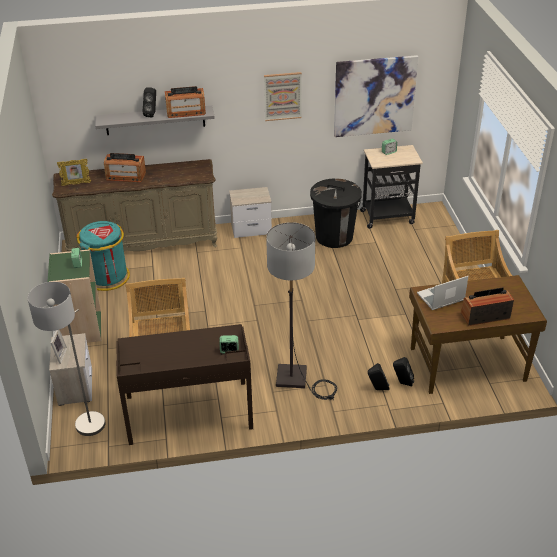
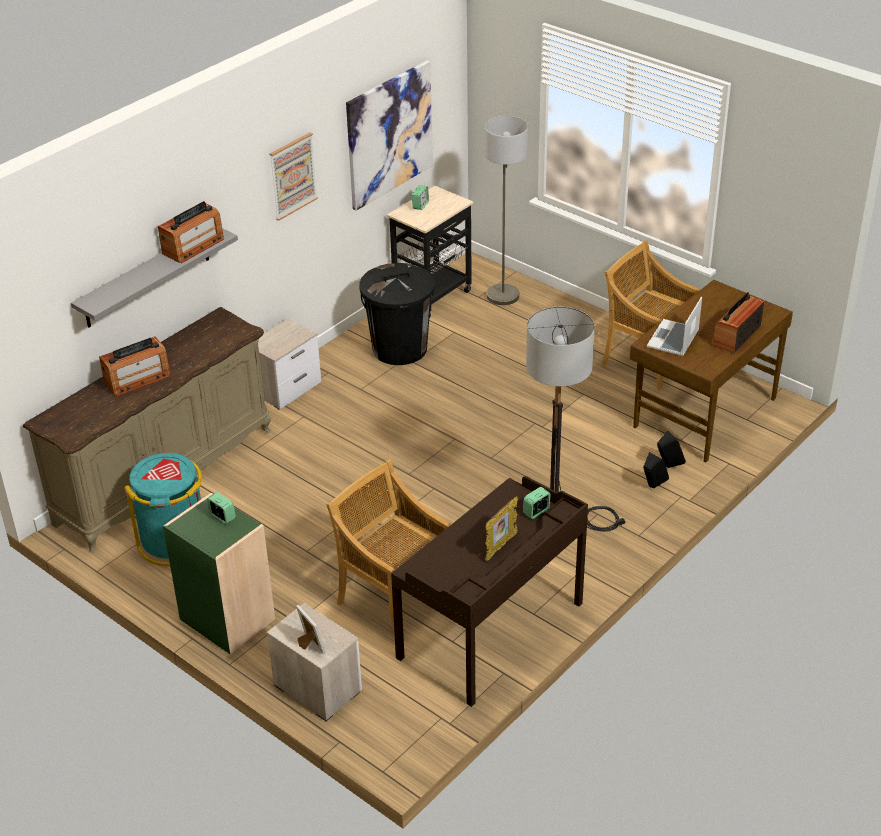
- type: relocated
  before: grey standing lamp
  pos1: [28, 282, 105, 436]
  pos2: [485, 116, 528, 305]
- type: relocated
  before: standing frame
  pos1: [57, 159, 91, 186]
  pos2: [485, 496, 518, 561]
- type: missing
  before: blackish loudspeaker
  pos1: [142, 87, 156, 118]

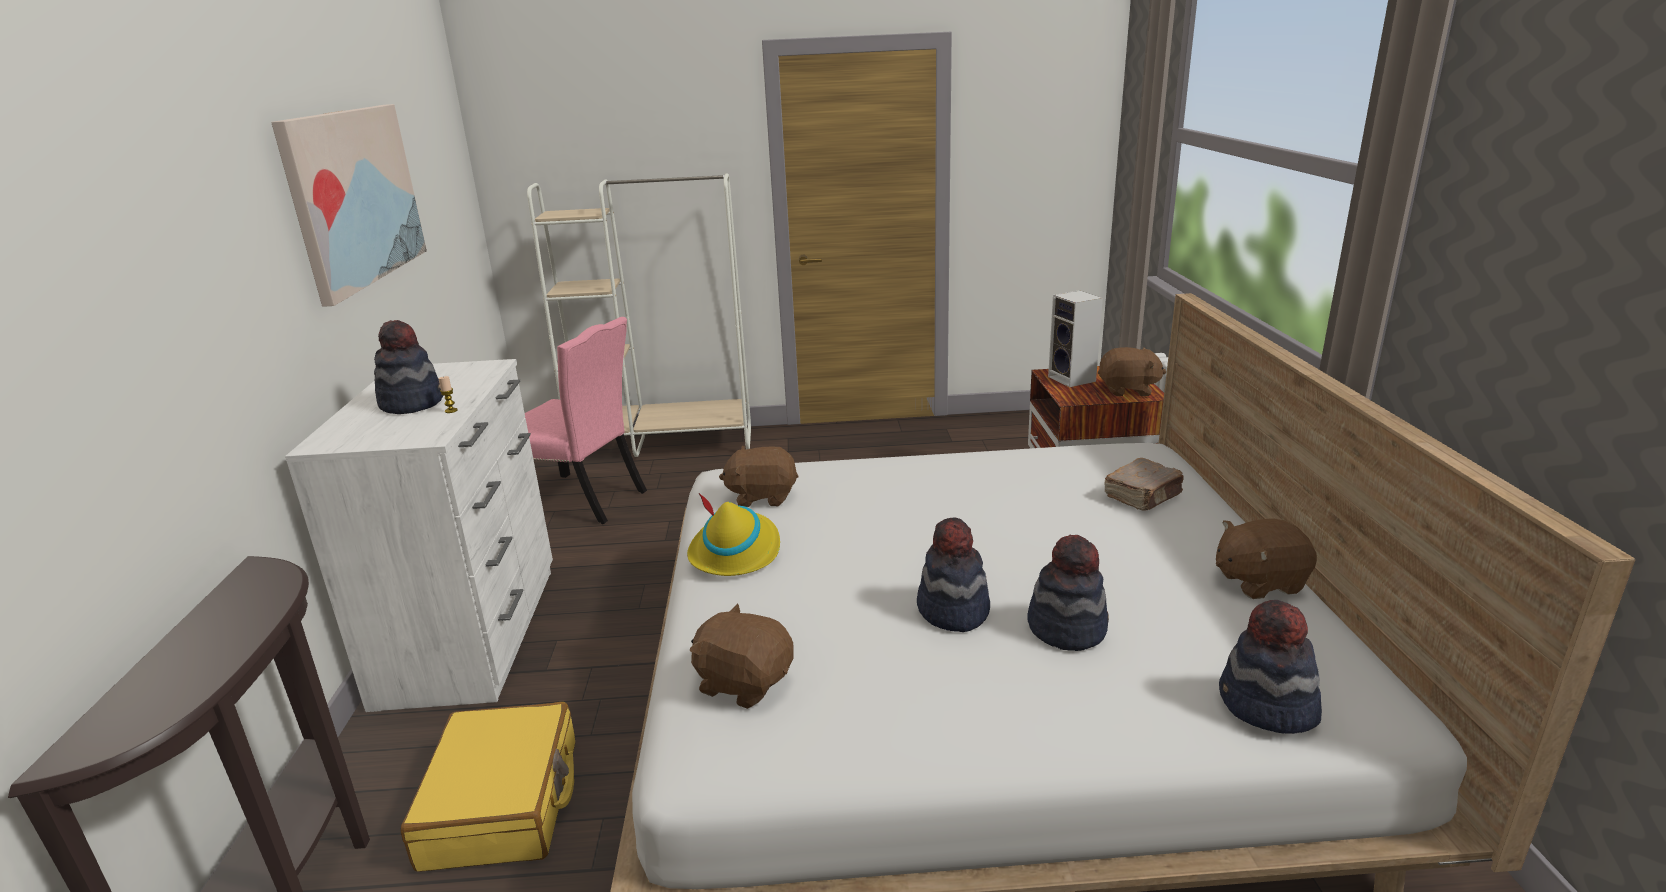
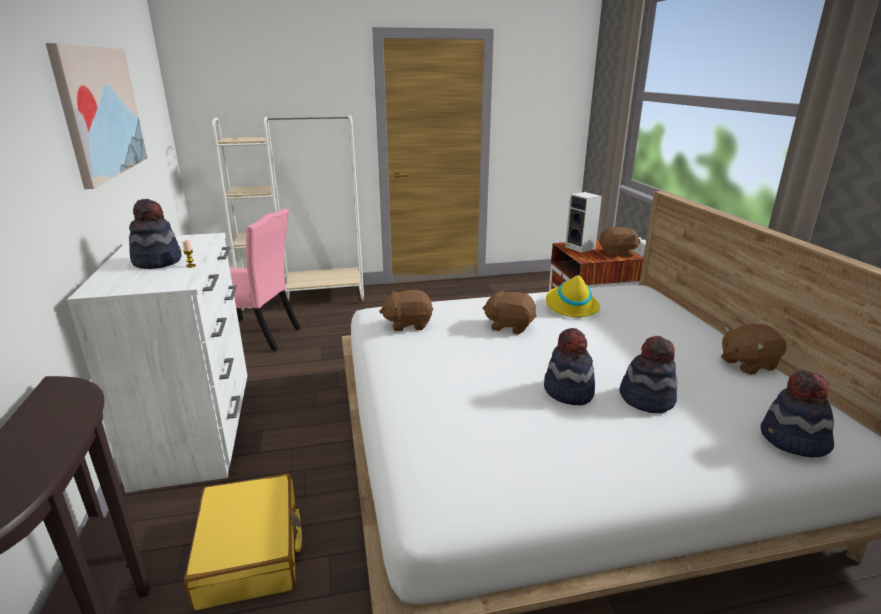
- type: relocated
  before: brownish cuddly toy
  pos1: [690, 603, 794, 709]
  pos2: [483, 289, 537, 334]
- type: relocated
  before: yellow clothing hat
  pos1: [687, 493, 780, 576]
  pos2: [546, 271, 600, 317]
- type: missing
  before: brownish bound book
  pos1: [1104, 458, 1184, 511]

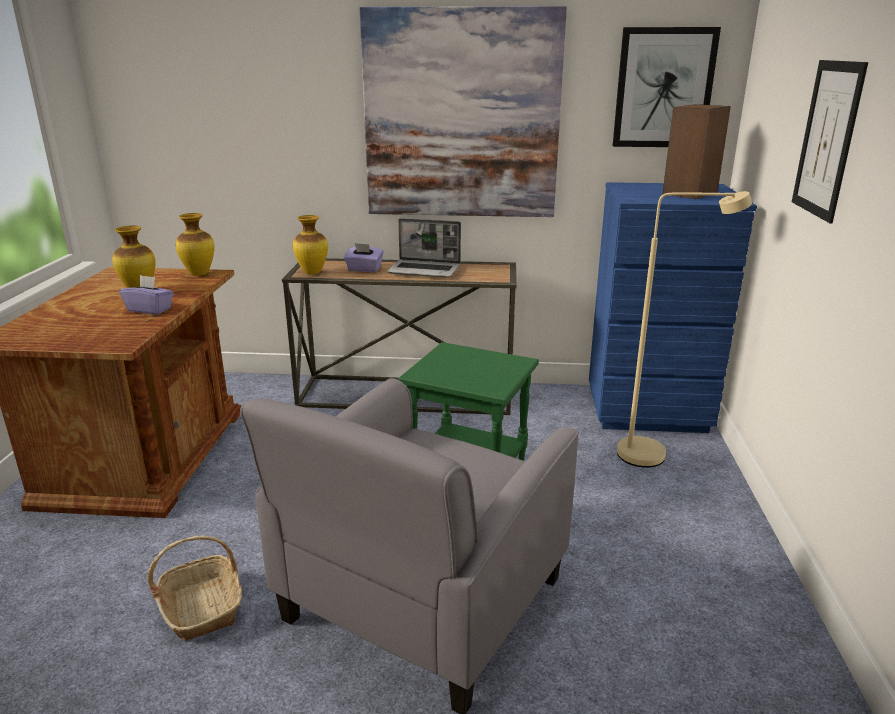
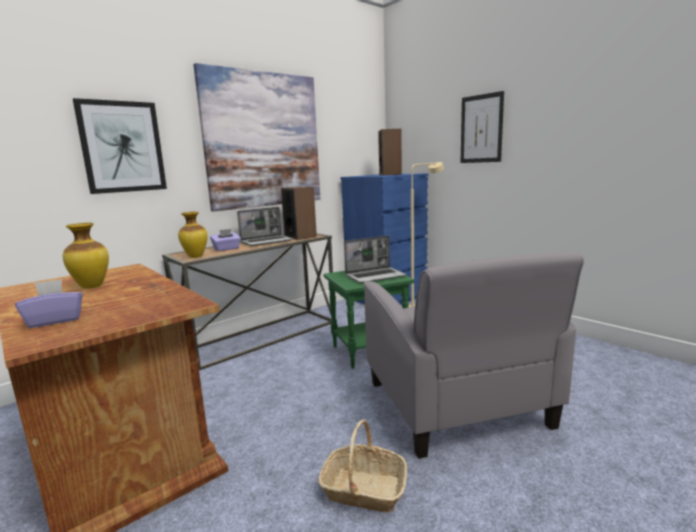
- type: relocated
  before: purplish tissue box
  pos1: [119, 275, 174, 315]
  pos2: [15, 279, 83, 328]
- type: relocated
  before: wall art
  pos1: [613, 27, 721, 147]
  pos2: [73, 98, 167, 194]
- type: appeared
  after: loudspeaker
  pos2: [281, 187, 317, 240]
- type: appeared
  after: portable computer
  pos2: [344, 236, 406, 283]
- type: missing
  before: flower vase
  pos1: [176, 213, 215, 276]

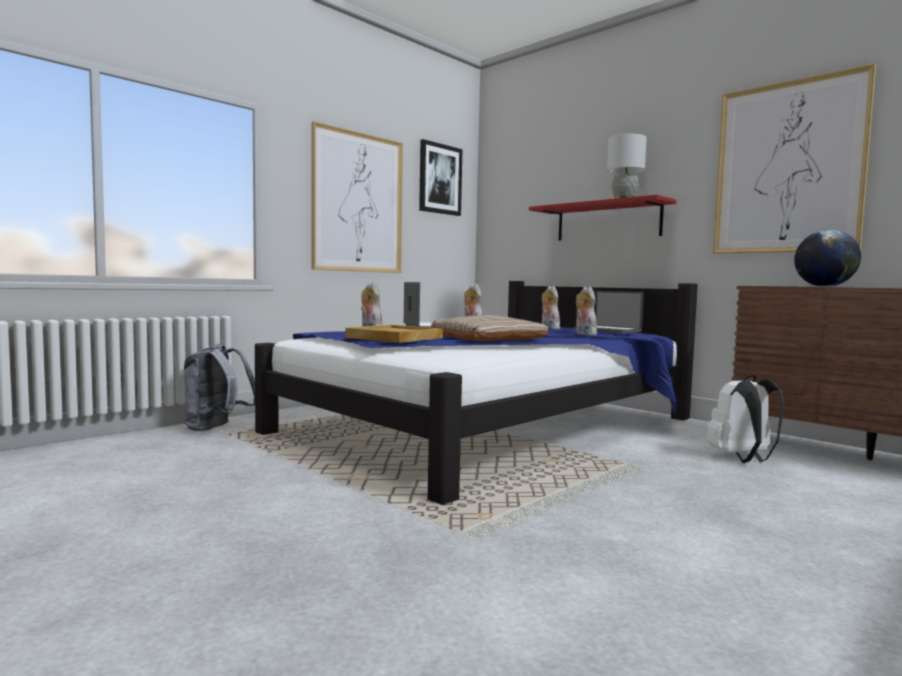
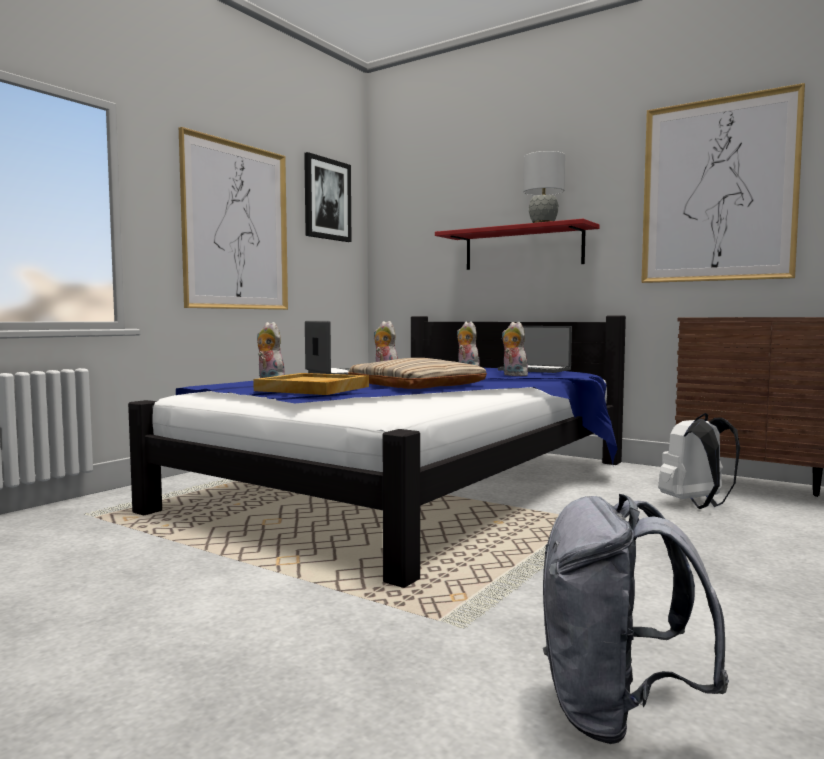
- type: relocated
  before: grey backpack
  pos1: [183, 344, 255, 431]
  pos2: [543, 494, 729, 744]
- type: missing
  before: globe
  pos1: [794, 230, 861, 287]

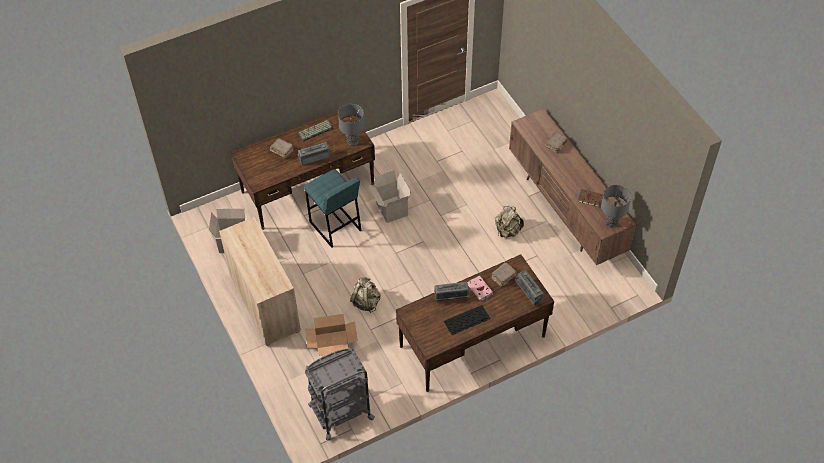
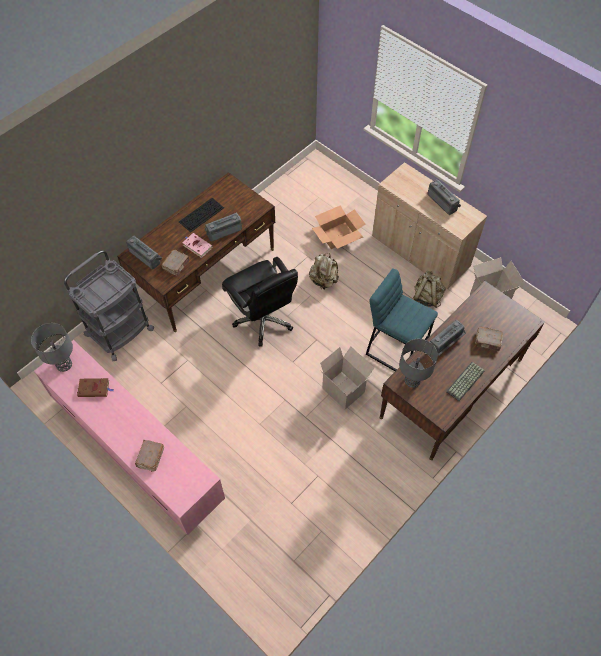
- type: colour
  before: brownish storage cabinet
  after: pink-coloured storage cabinet
  pos1: [509, 109, 636, 265]
  pos2: [34, 340, 225, 535]
- type: relocated
  before: grey trolley
  pos1: [305, 347, 375, 440]
  pos2: [64, 250, 154, 361]
- type: appeared
  after: blackish computer chair
  pos2: [222, 257, 298, 346]
- type: relocated
  before: beige backpack
  pos1: [495, 206, 524, 238]
  pos2: [413, 271, 446, 308]
- type: appeared
  after: radio receiver
  pos2: [427, 179, 461, 215]

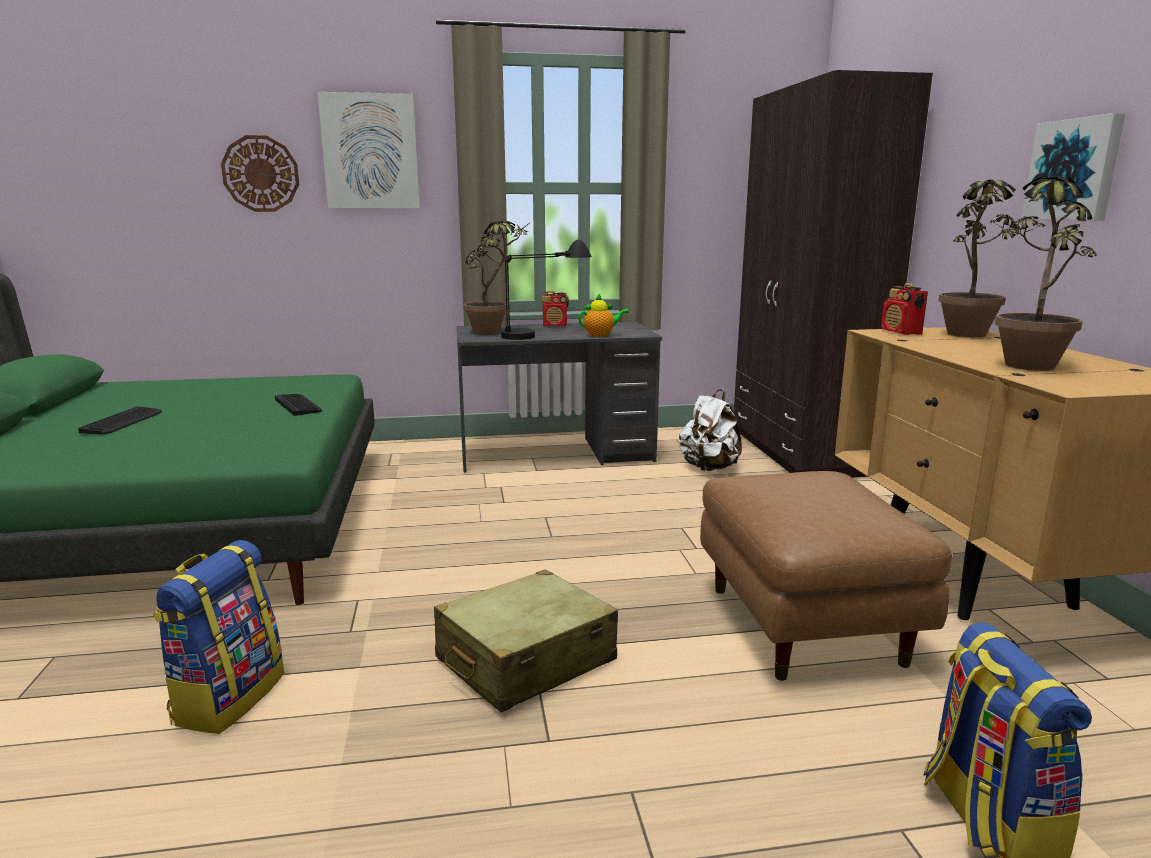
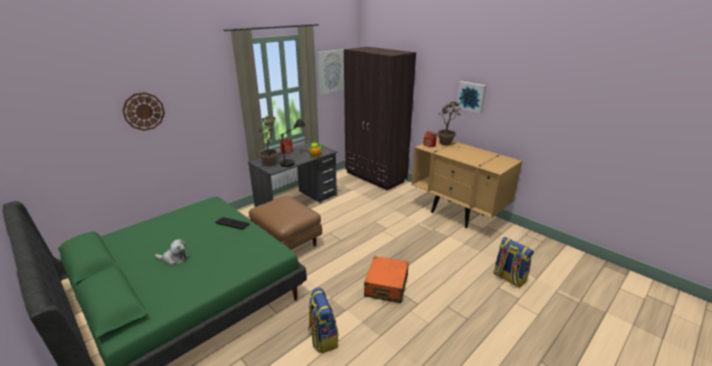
- type: exchanged
  before: keyboard
  after: cuddly toy
  pos1: [78, 406, 162, 434]
  pos2: [155, 239, 188, 266]
- type: relocated
  before: brownish ottoman
  pos1: [700, 471, 952, 681]
  pos2: [249, 196, 322, 250]
- type: relocated
  before: wall art
  pos1: [317, 92, 420, 208]
  pos2: [317, 49, 344, 95]
- type: colour
  before: beige suitcase
  after: orange-coloured suitcase
  pos1: [434, 570, 618, 713]
  pos2: [364, 256, 409, 303]
- type: missing
  before: white-coloured backpack
  pos1: [679, 389, 742, 471]
- type: missing
  before: houseplant
  pos1: [995, 176, 1097, 371]

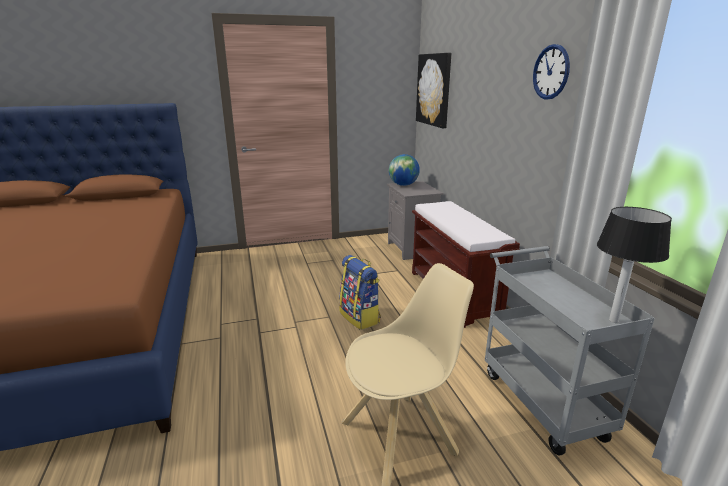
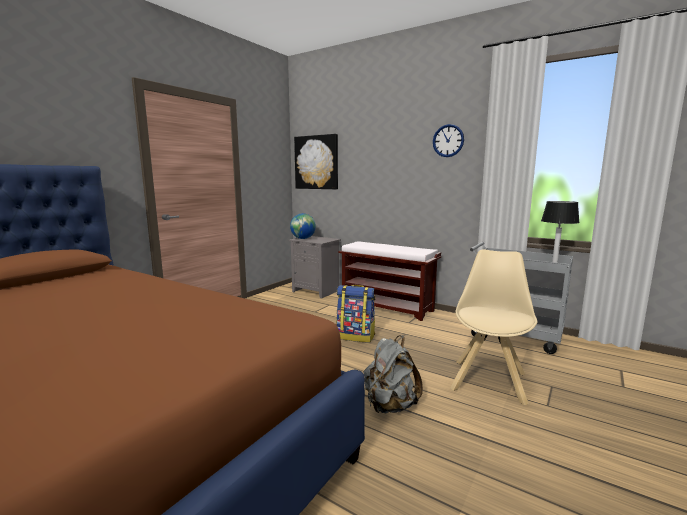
- type: appeared
  after: grey backpack
  pos2: [363, 335, 423, 413]

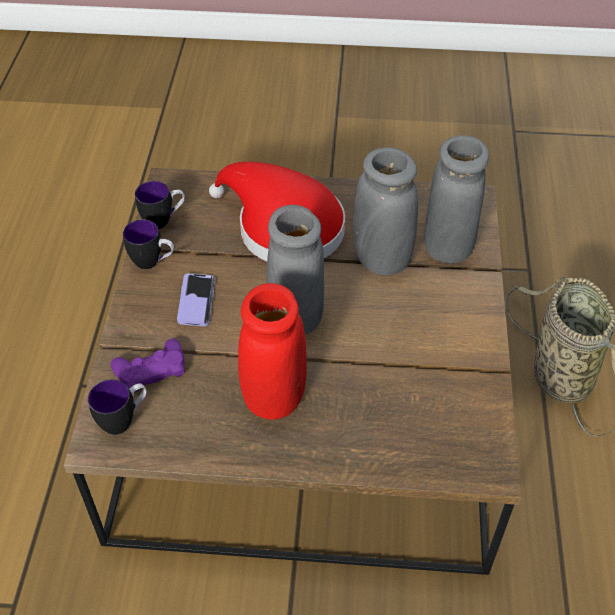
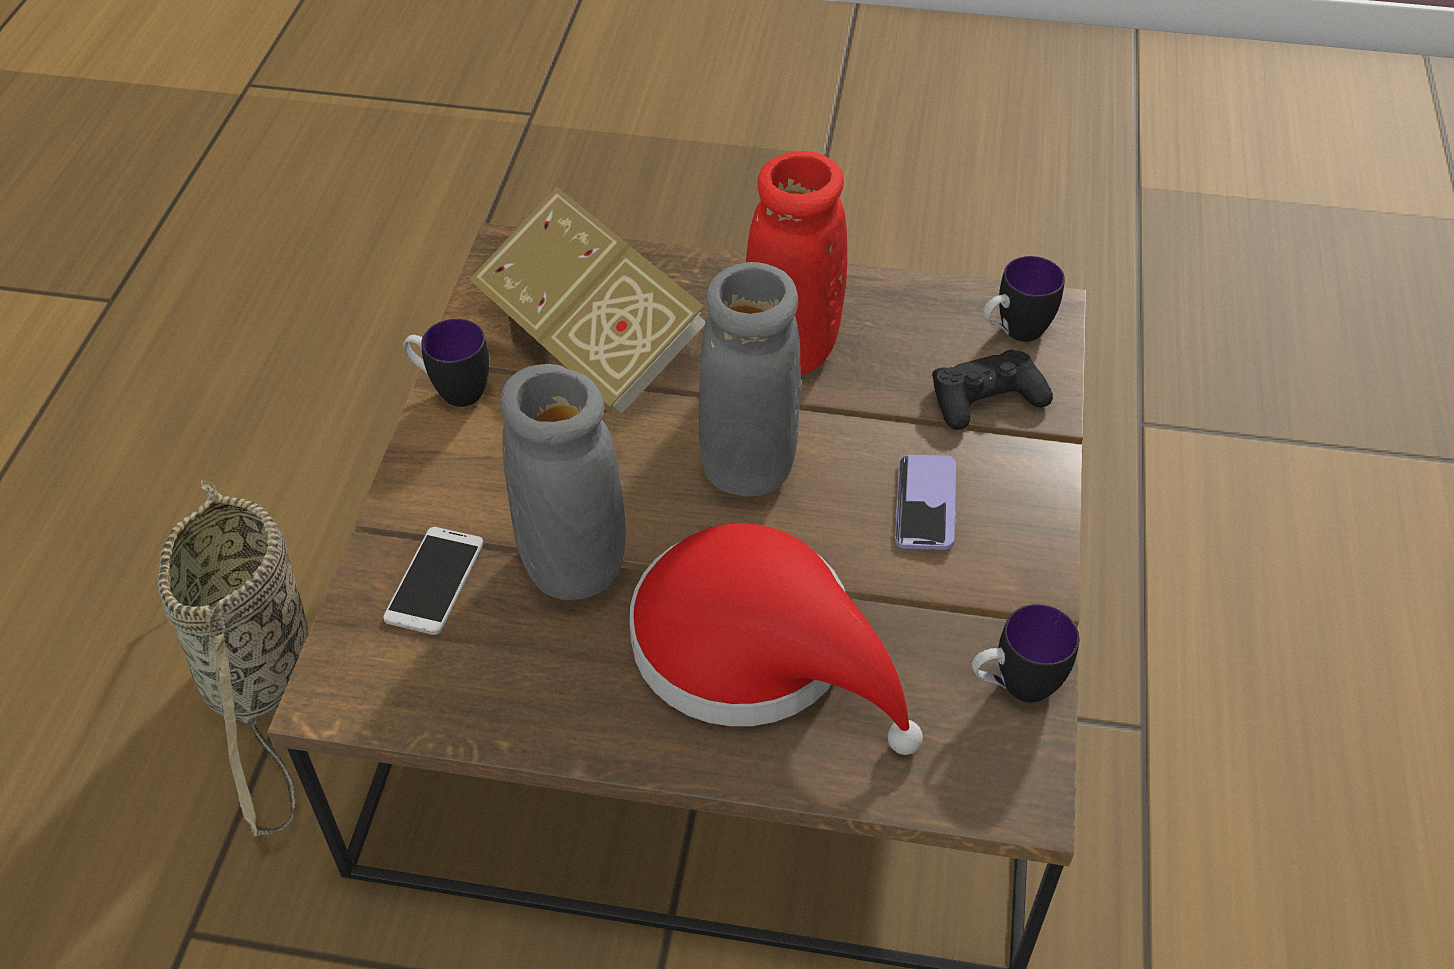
- type: exchanged
  before: grey flower vase
  after: telephone
  pos1: [424, 135, 489, 263]
  pos2: [383, 527, 483, 635]
- type: relocated
  before: tea mug
  pos1: [123, 219, 174, 269]
  pos2: [403, 319, 489, 407]
- type: appeared
  after: bound book
  pos2: [469, 187, 706, 414]
- type: colour
  before: purplish gamepad
  after: blackish gamepad
  pos1: [110, 339, 185, 393]
  pos2: [932, 350, 1053, 430]

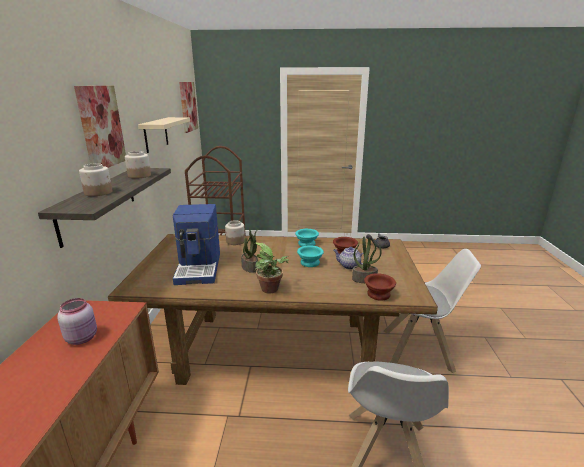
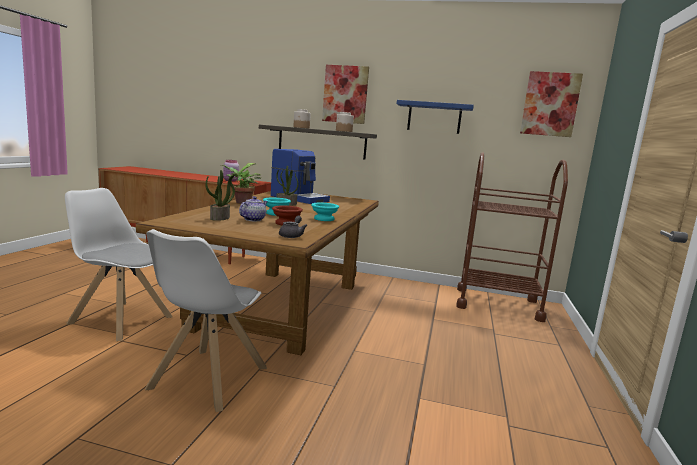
- type: spun
  before: coffee brewer
  pos1: [173, 204, 220, 285]
  pos2: [271, 149, 330, 204]
  turn: -150
- type: colour
  before: beige bracket shelf
  after: blue-coloured bracket shelf
  pos1: [138, 117, 190, 153]
  pos2: [397, 100, 474, 134]
- type: missing
  before: preserve jar
  pos1: [225, 220, 245, 245]
- type: missing
  before: brownish deep dish
  pos1: [364, 273, 396, 301]

